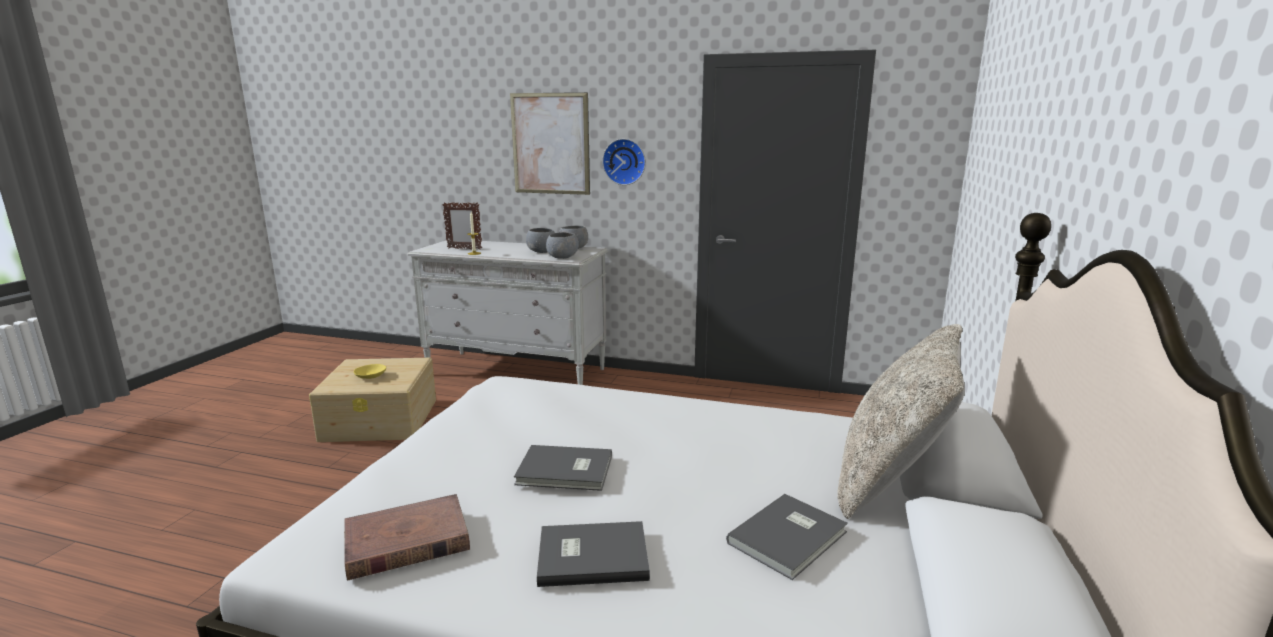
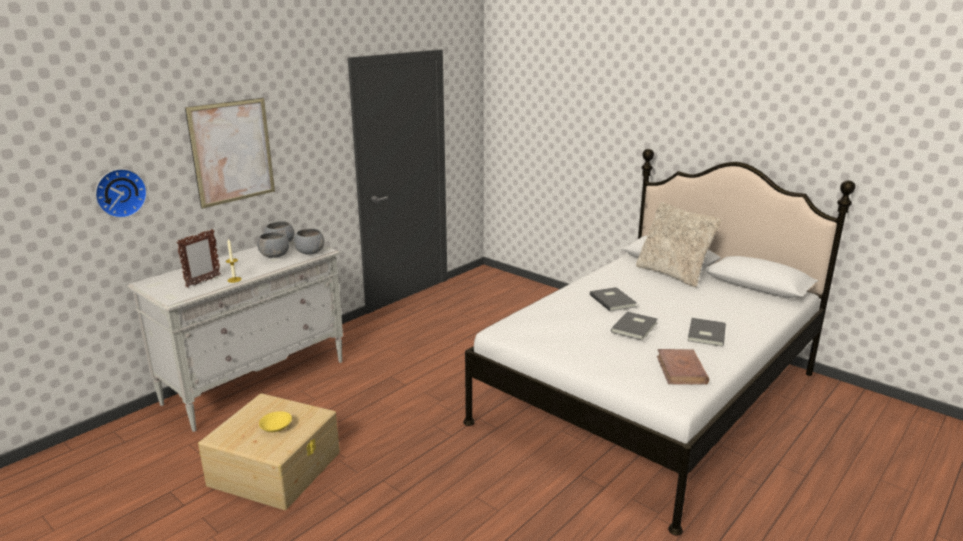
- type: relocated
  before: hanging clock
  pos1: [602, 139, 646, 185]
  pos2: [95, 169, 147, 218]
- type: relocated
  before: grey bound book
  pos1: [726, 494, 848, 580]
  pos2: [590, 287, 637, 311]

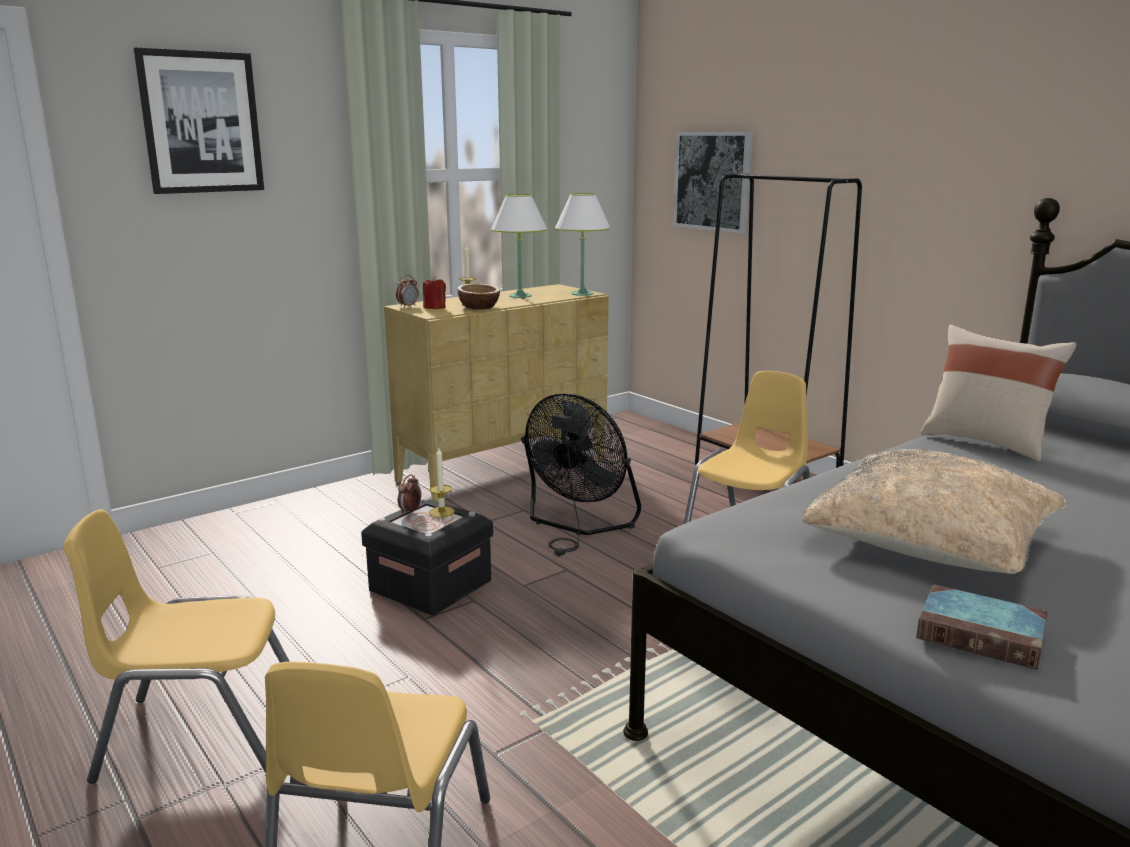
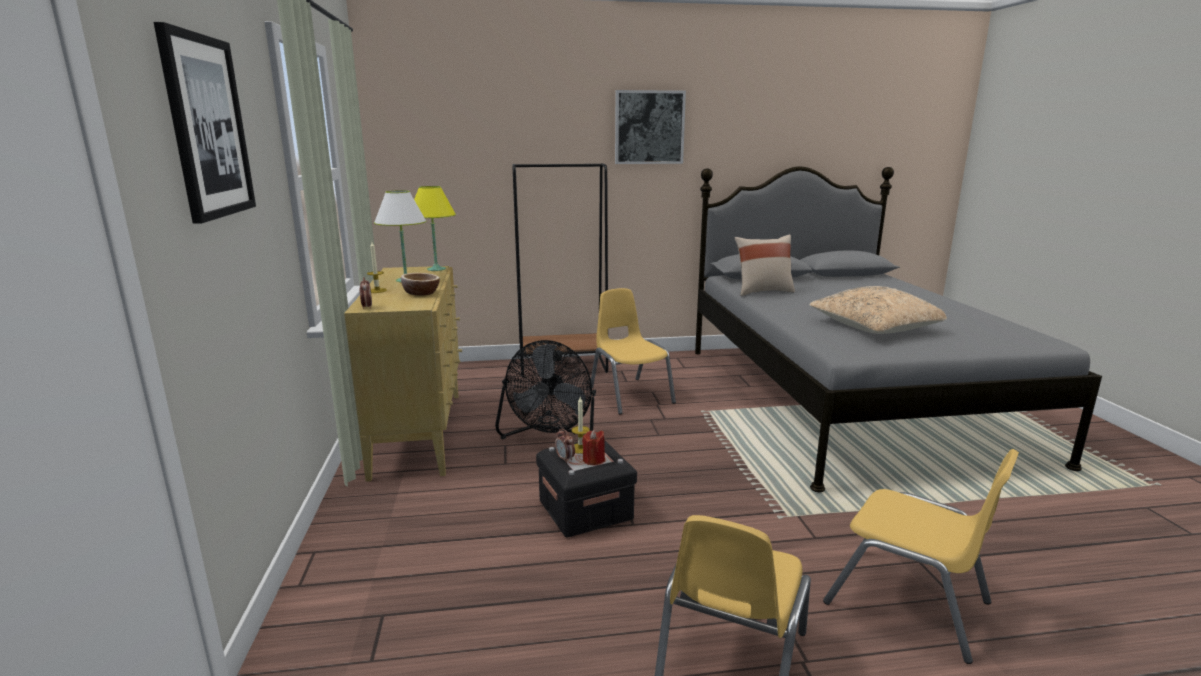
- type: colour
  before: white-coloured tabletop lamp
  after: yellow tabletop lamp
  pos1: [555, 193, 611, 296]
  pos2: [414, 186, 456, 271]
- type: spun
  before: blackish fan
  pos1: [521, 394, 641, 556]
  pos2: [495, 340, 596, 440]
  turn: -135
- type: relocated
  before: reddish candle
  pos1: [423, 276, 446, 309]
  pos2: [582, 430, 605, 465]
- type: relocated
  before: wall art
  pos1: [673, 132, 753, 233]
  pos2: [615, 90, 686, 164]
- type: missing
  before: bound book
  pos1: [916, 584, 1047, 670]

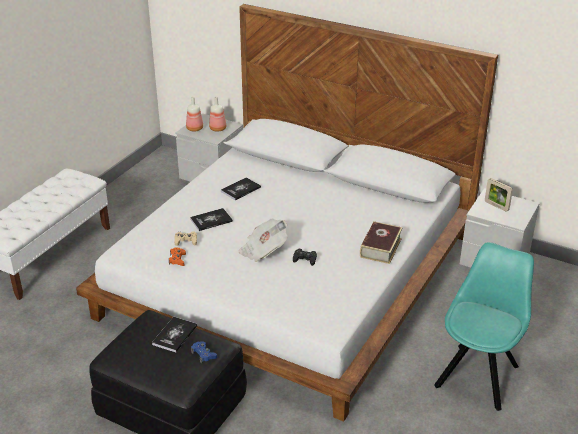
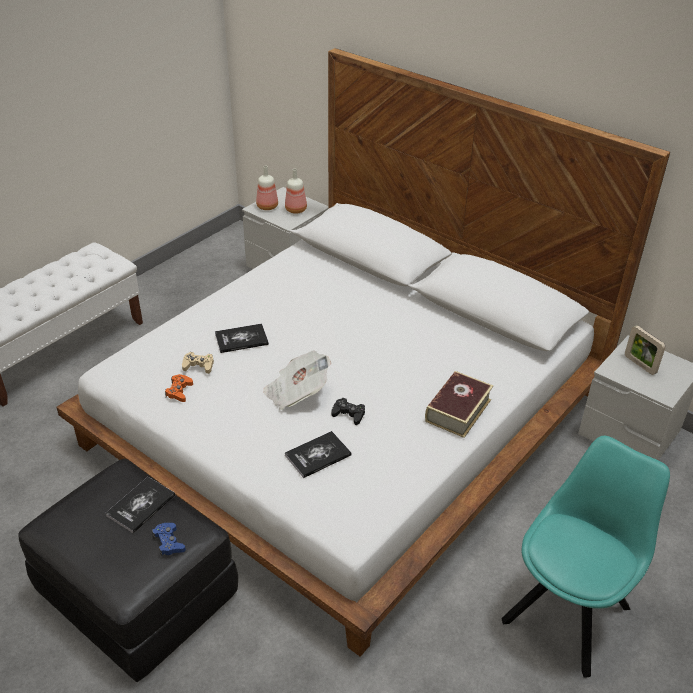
- type: relocated
  before: bound book
  pos1: [221, 177, 261, 200]
  pos2: [285, 431, 352, 478]

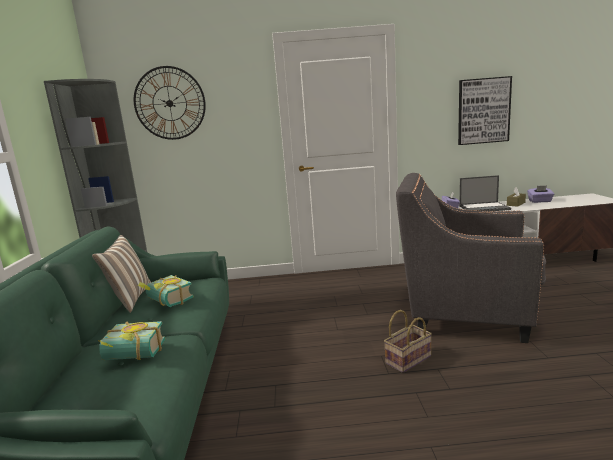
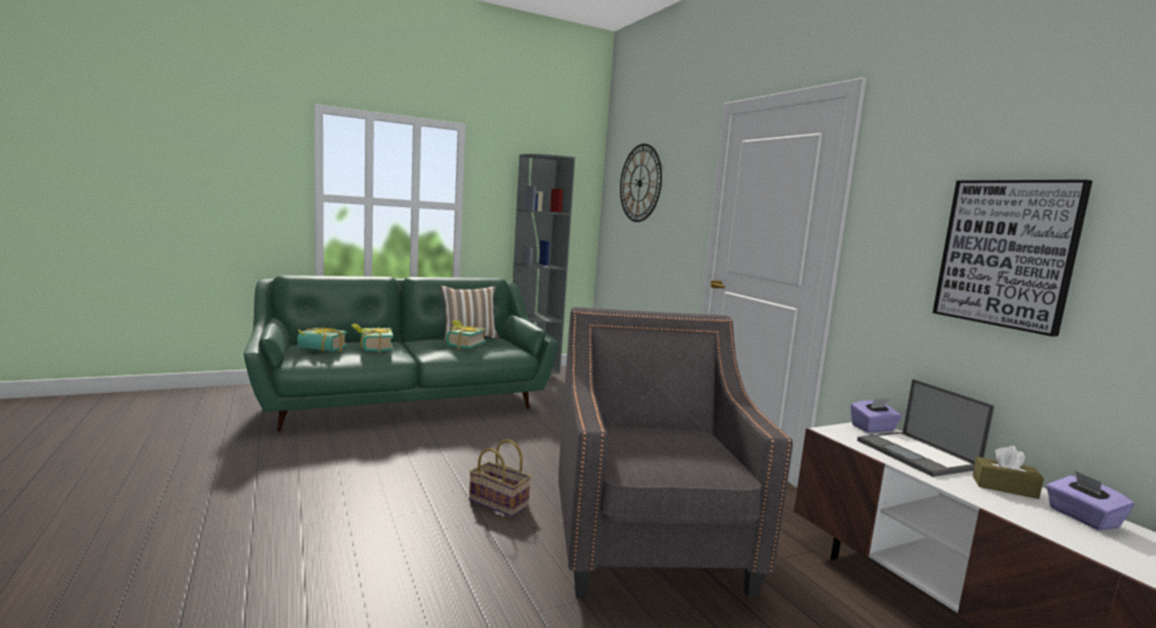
- type: appeared
  after: bound book
  pos2: [297, 327, 347, 352]

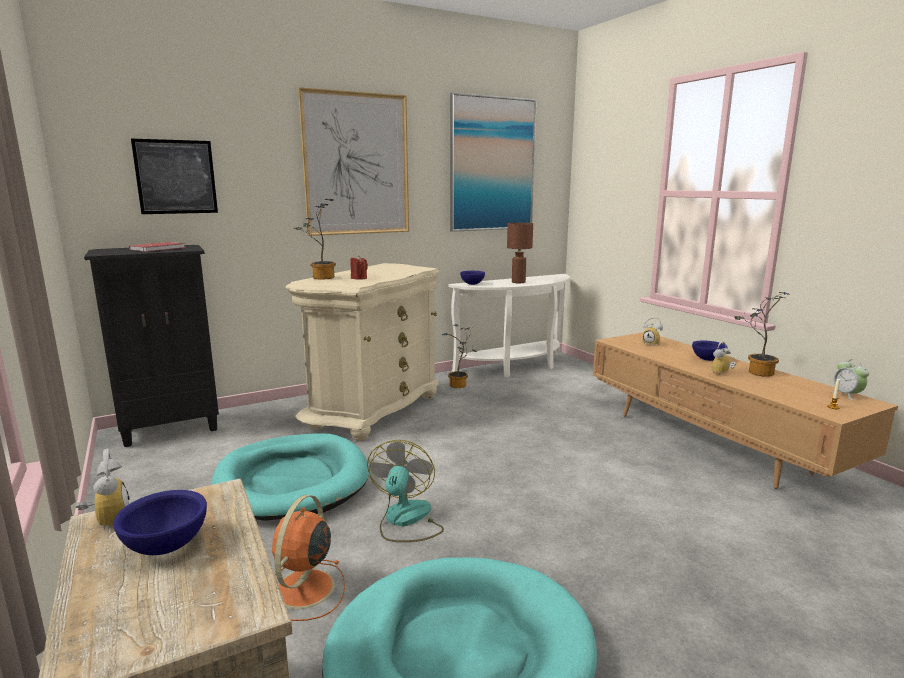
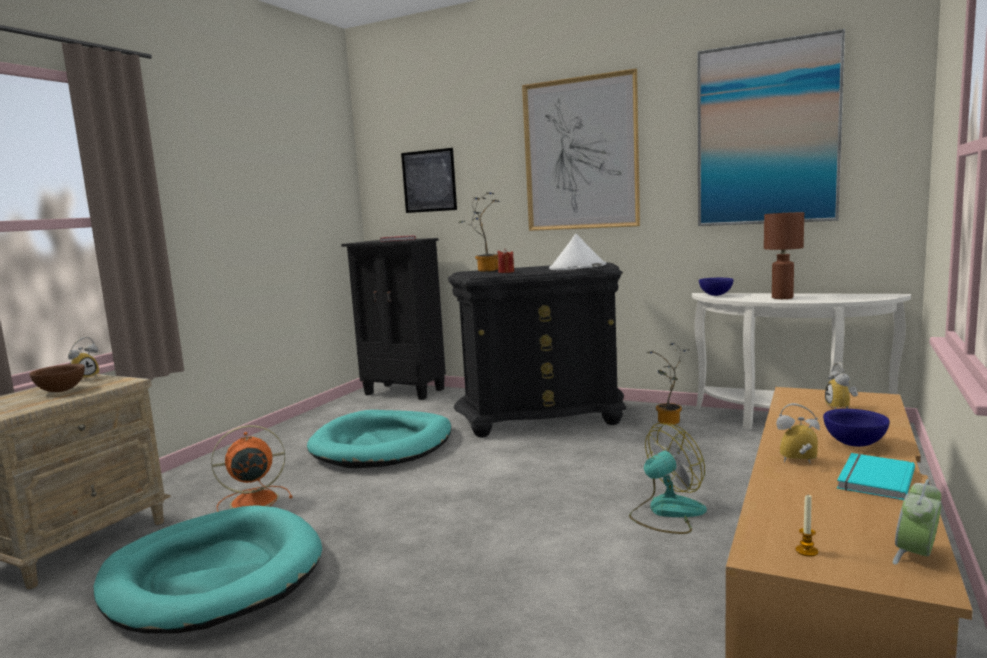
- type: colour
  before: blue-coloured deep dish
  after: brownish deep dish
  pos1: [113, 490, 207, 555]
  pos2: [29, 364, 85, 392]
- type: colour
  before: beige drawer chest
  after: blackish drawer chest
  pos1: [285, 263, 440, 441]
  pos2: [448, 262, 626, 437]
- type: appeared
  after: white-coloured clothing hat
  pos2: [549, 234, 606, 270]
- type: relocated
  before: fan
  pos1: [367, 440, 444, 542]
  pos2: [629, 423, 707, 534]
- type: exchanged
  before: houseplant
  after: blue-green bound book
  pos1: [734, 292, 790, 377]
  pos2: [837, 453, 915, 501]

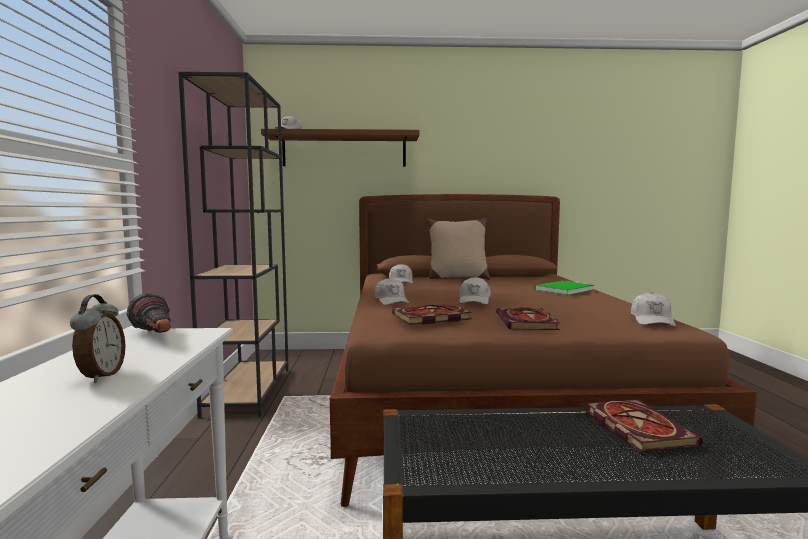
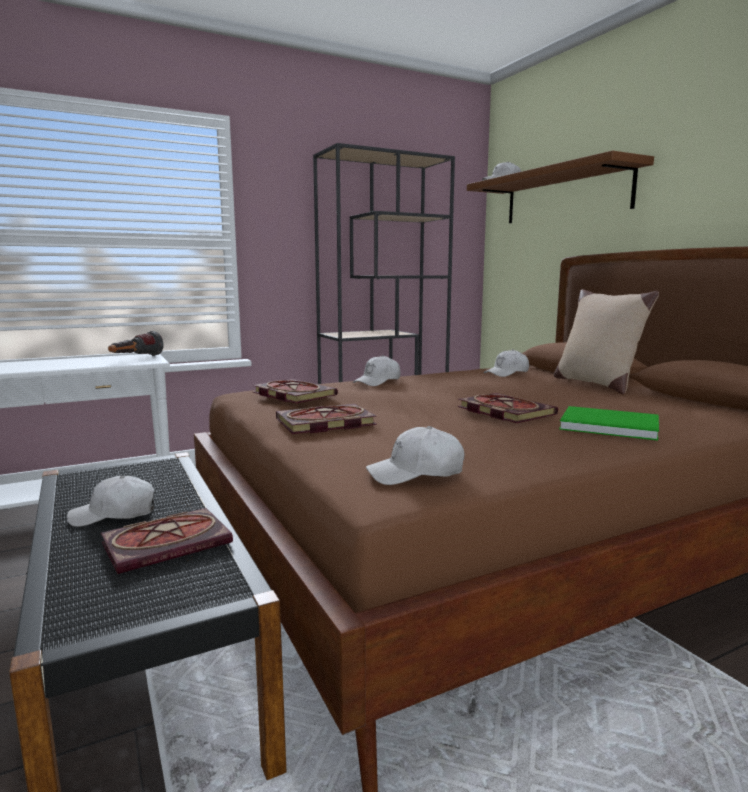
- type: relocated
  before: white-coloured cap
  pos1: [459, 277, 491, 304]
  pos2: [67, 476, 154, 527]
- type: appeared
  after: bound book
  pos2: [458, 393, 558, 423]
- type: missing
  before: bedside clock
  pos1: [70, 294, 126, 383]

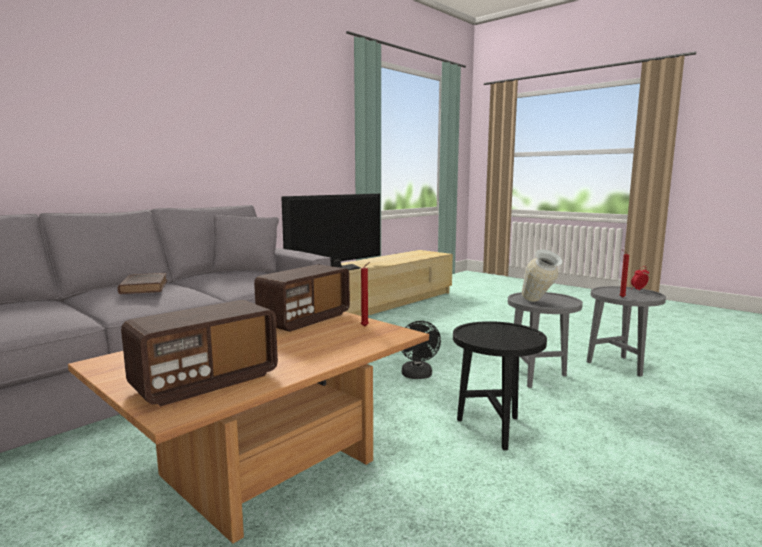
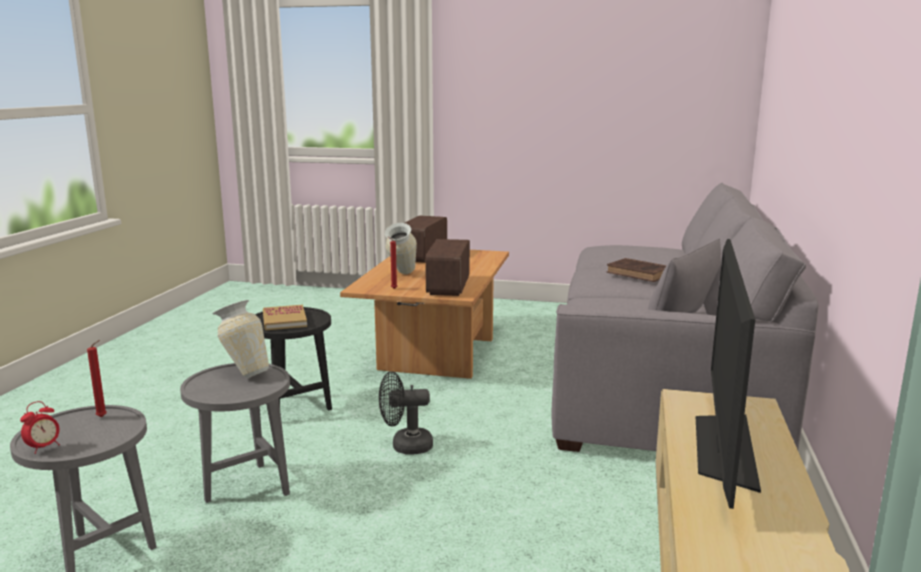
- type: appeared
  after: bound book
  pos2: [263, 305, 307, 330]
- type: spun
  before: blackish fan
  pos1: [402, 321, 441, 379]
  pos2: [379, 371, 433, 454]
  turn: -60
- type: appeared
  after: flower vase
  pos2: [385, 223, 417, 274]

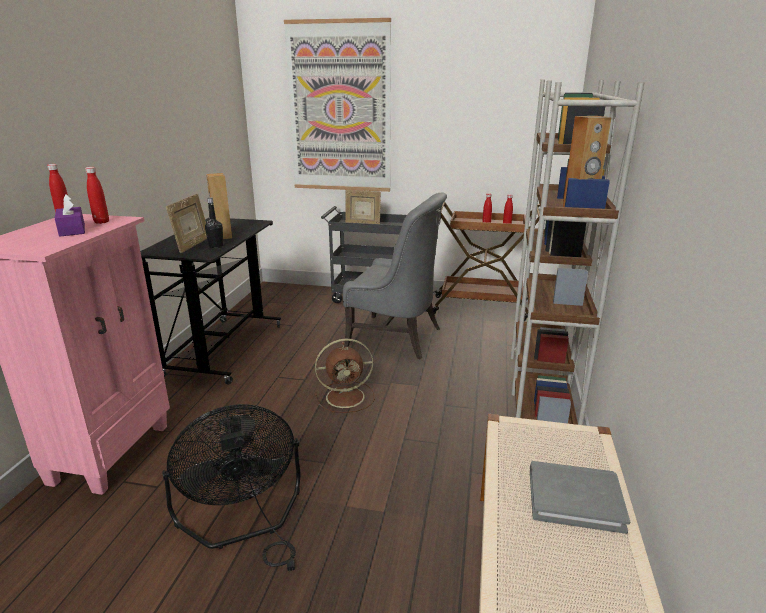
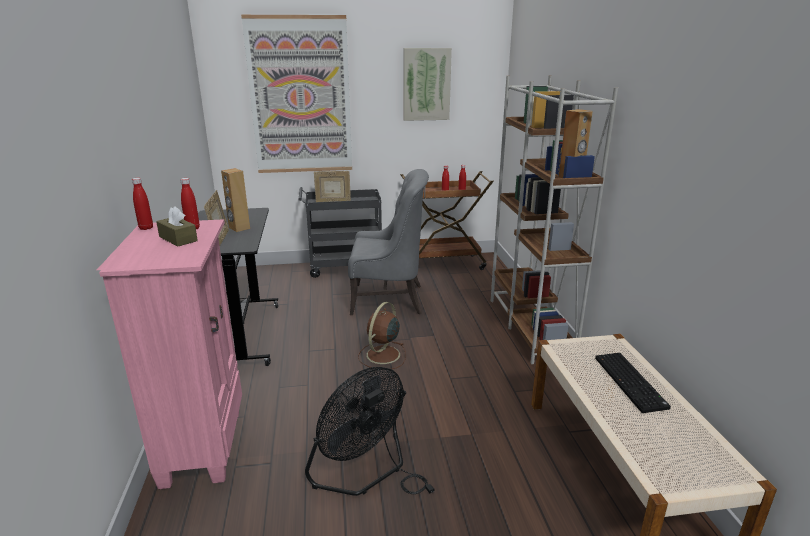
- type: colour
  before: purplish tissue box
  after: brownish tissue box
  pos1: [55, 194, 85, 237]
  pos2: [156, 206, 198, 246]
- type: spun
  before: brownish fan
  pos1: [314, 339, 374, 413]
  pos2: [358, 302, 406, 369]
  turn: 150
- type: appeared
  after: wall art
  pos2: [403, 48, 452, 121]
- type: exchanged
  before: grey bound book
  after: keyboard
  pos1: [530, 461, 630, 534]
  pos2: [595, 353, 671, 413]
- type: missing
  before: blackish drink bottle
  pos1: [205, 197, 223, 248]

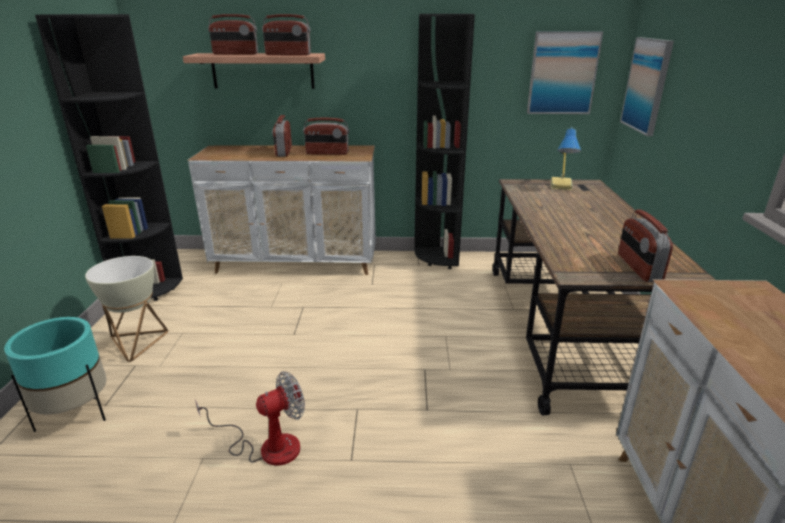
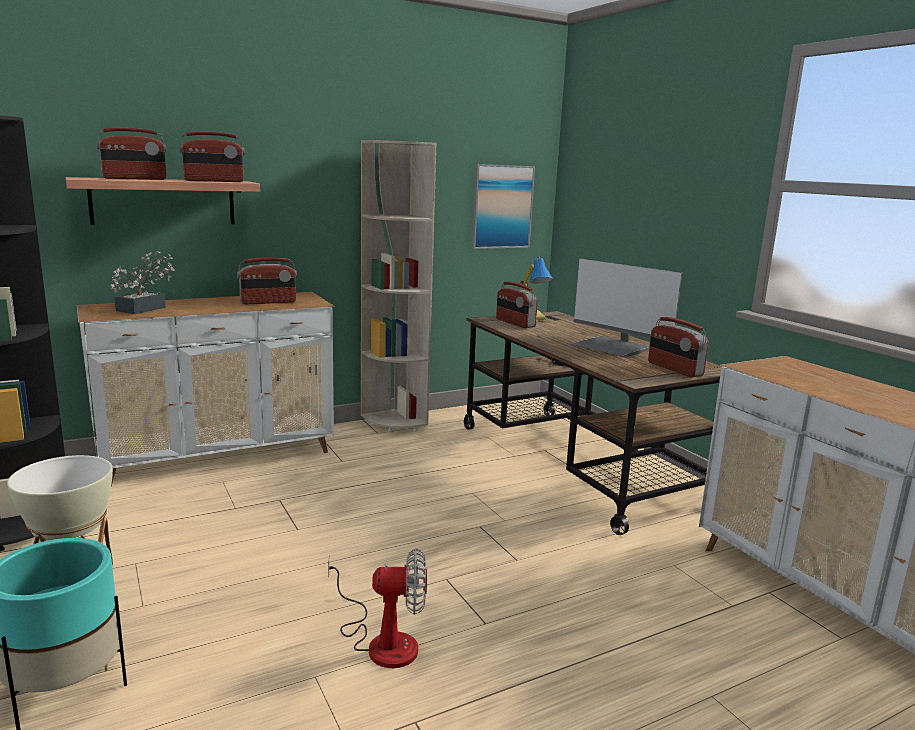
- type: appeared
  after: houseplant
  pos2: [110, 251, 175, 314]
- type: spun
  before: fan
  pos1: [195, 371, 305, 466]
  pos2: [328, 548, 427, 668]
  turn: 60
- type: colour
  before: blackish bookcase
  after: beige bookcase
  pos1: [414, 14, 475, 269]
  pos2: [361, 140, 436, 432]
- type: relocated
  before: radio receiver
  pos1: [272, 115, 292, 157]
  pos2: [496, 282, 538, 328]
- type: appeared
  after: computer screen
  pos2: [572, 258, 682, 357]
- type: missing
  before: wall art
  pos1: [620, 37, 674, 136]

